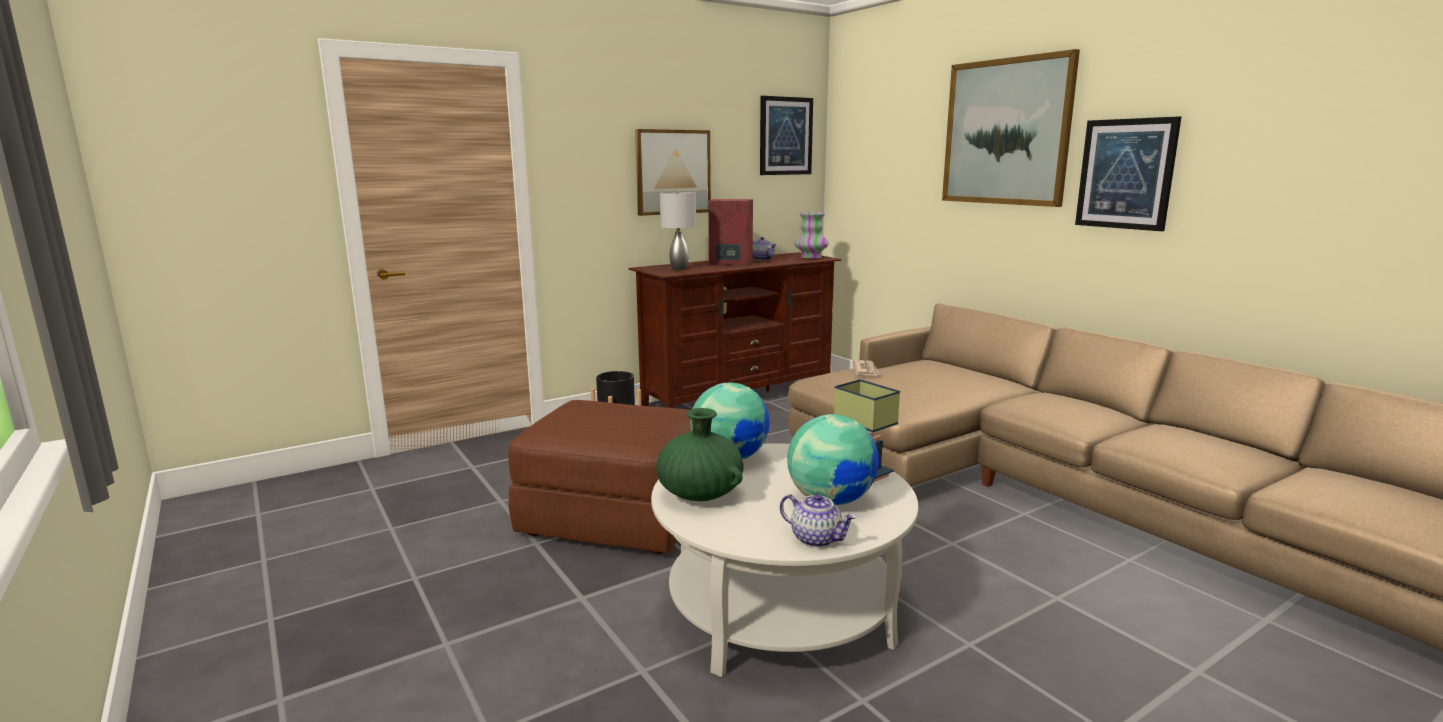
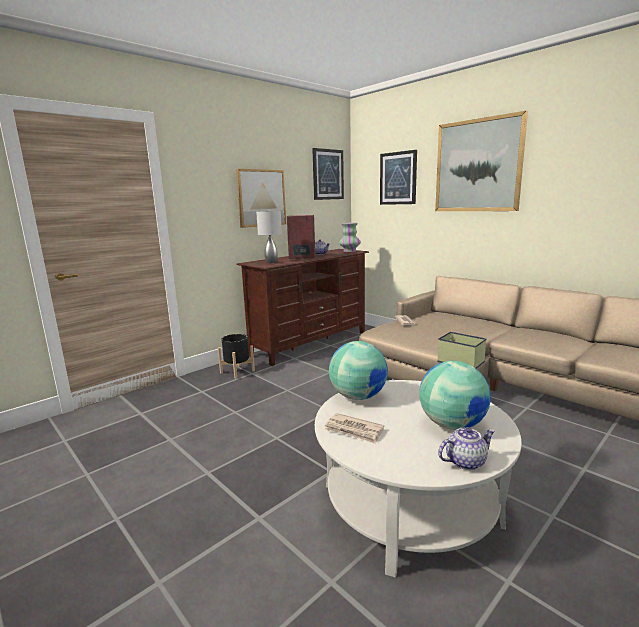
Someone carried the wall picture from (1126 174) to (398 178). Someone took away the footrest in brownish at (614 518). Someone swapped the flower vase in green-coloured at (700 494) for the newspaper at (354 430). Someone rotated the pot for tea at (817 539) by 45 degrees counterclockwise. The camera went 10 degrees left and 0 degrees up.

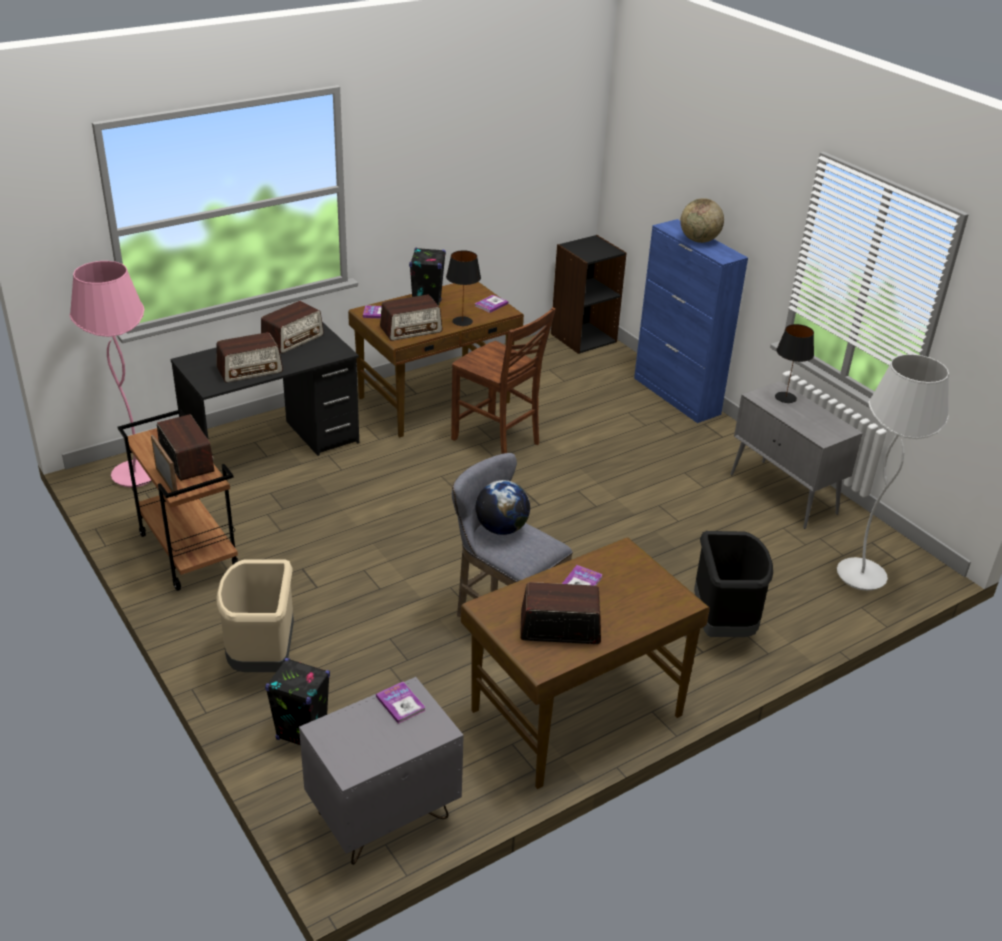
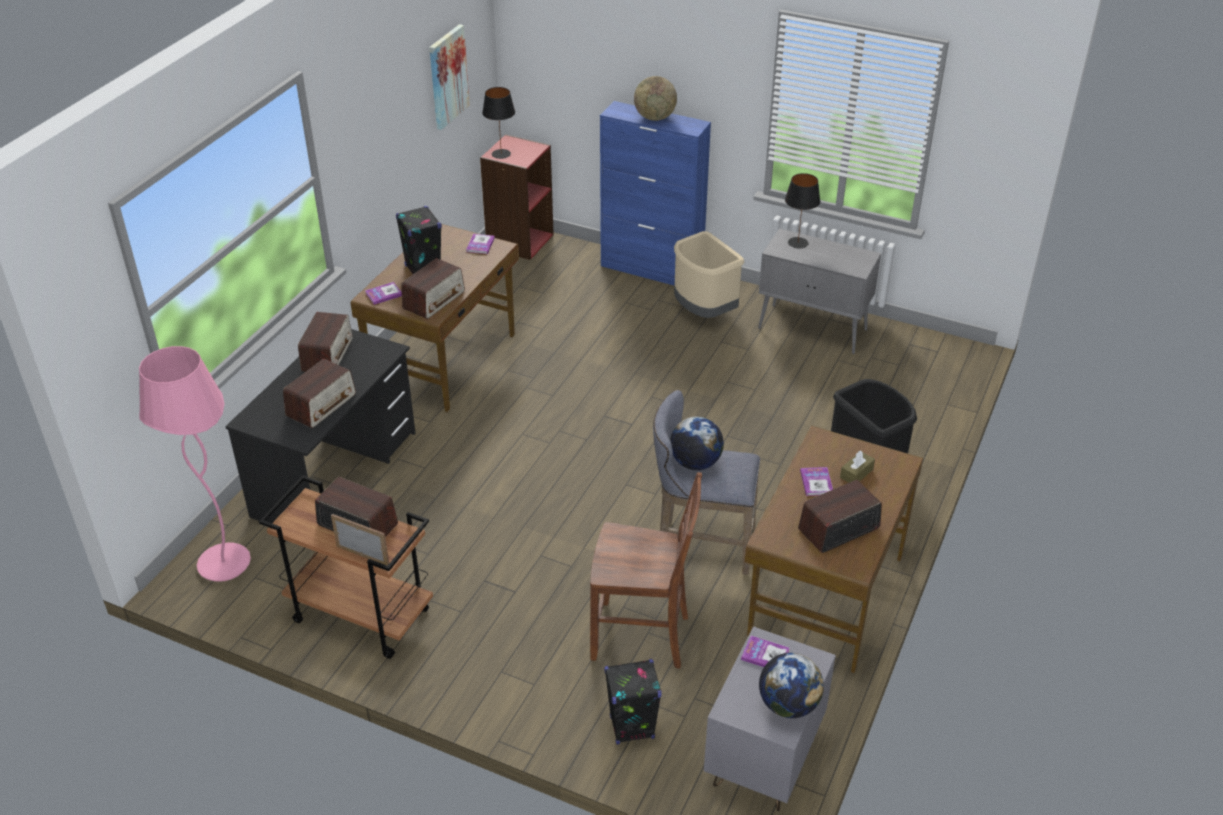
Someone repainted the shelving unit in black-coloured at (583 337), which became the shelving unit in reddish at (519 241). Someone carried the tabletop lamp in black-coloured from (462 321) to (501 154). Someone carried the chair in brownish from (497 442) to (642 637). Someone took away the standing lamp in white at (861 576). Someone carried the rubbish bin in sand-coloured from (262 659) to (703 312). Someone put up the wall picture at (447 76). Someone put down the tissue holder in brownish at (856 473). Someone put down the desk globe at (788 705). The camera went 30 degrees left and 5 degrees up.

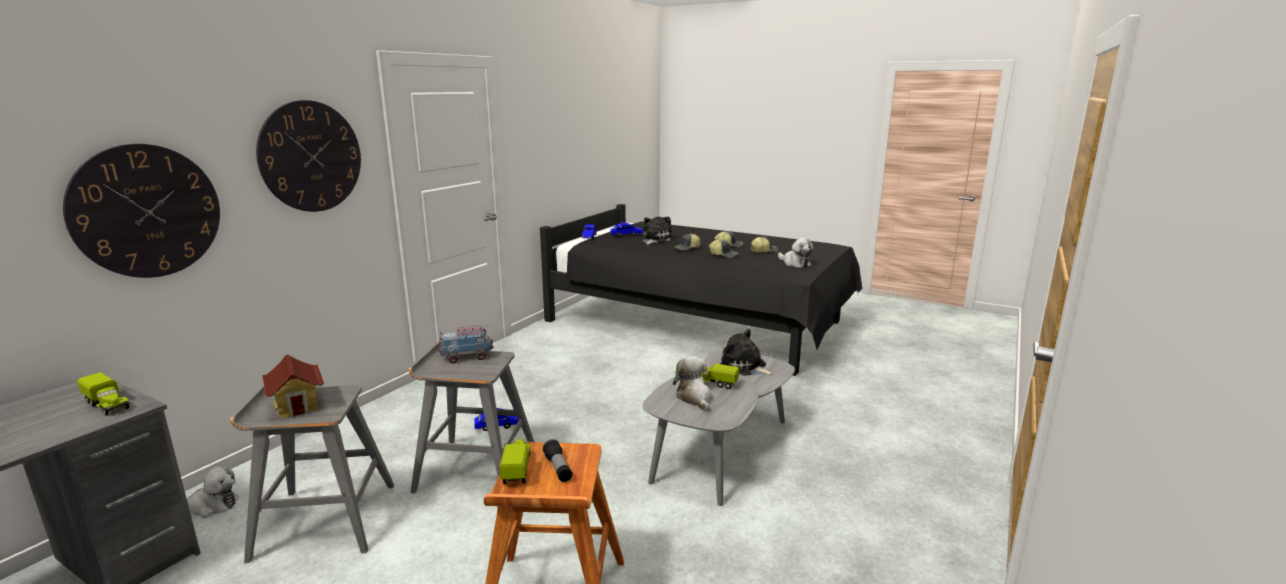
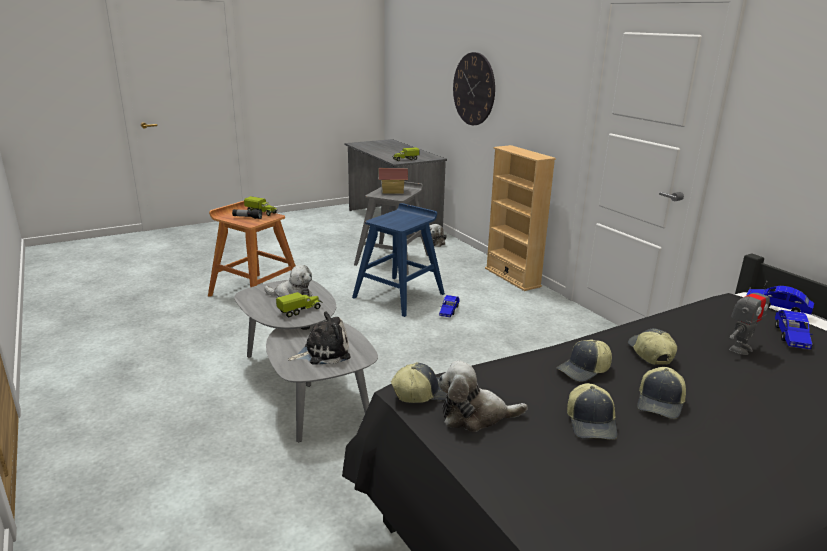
Someone took away the hanging clock at (311 156). Someone swapped the soft toy at (654 240) for the robot figure at (740 349). Someone took away the toy lorry at (467 357). Someone repainted the stool in grey at (475 467), which became the stool in bluish at (399 295). Someone put down the shelving unit in sand-coloured at (512 277). Someone put down the cap at (422 392). The camera went 120 degrees right and 5 degrees up.

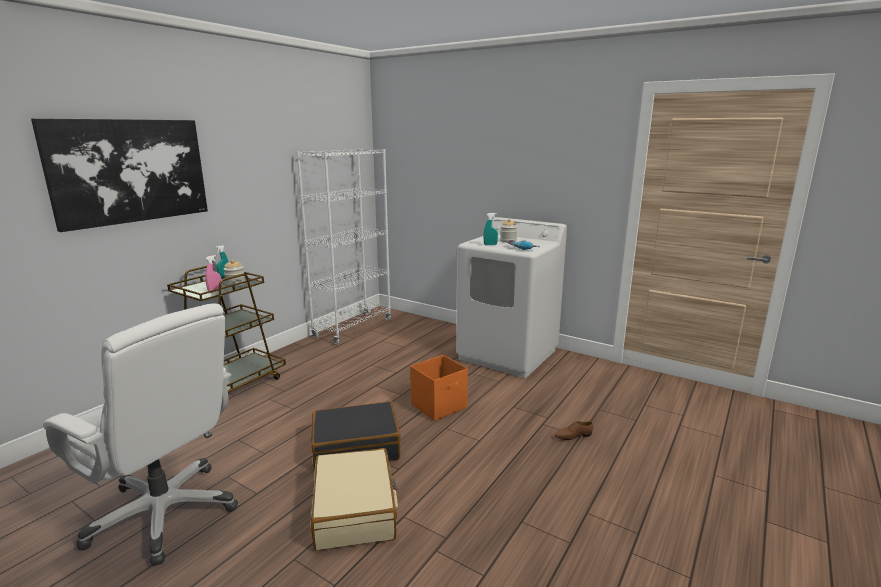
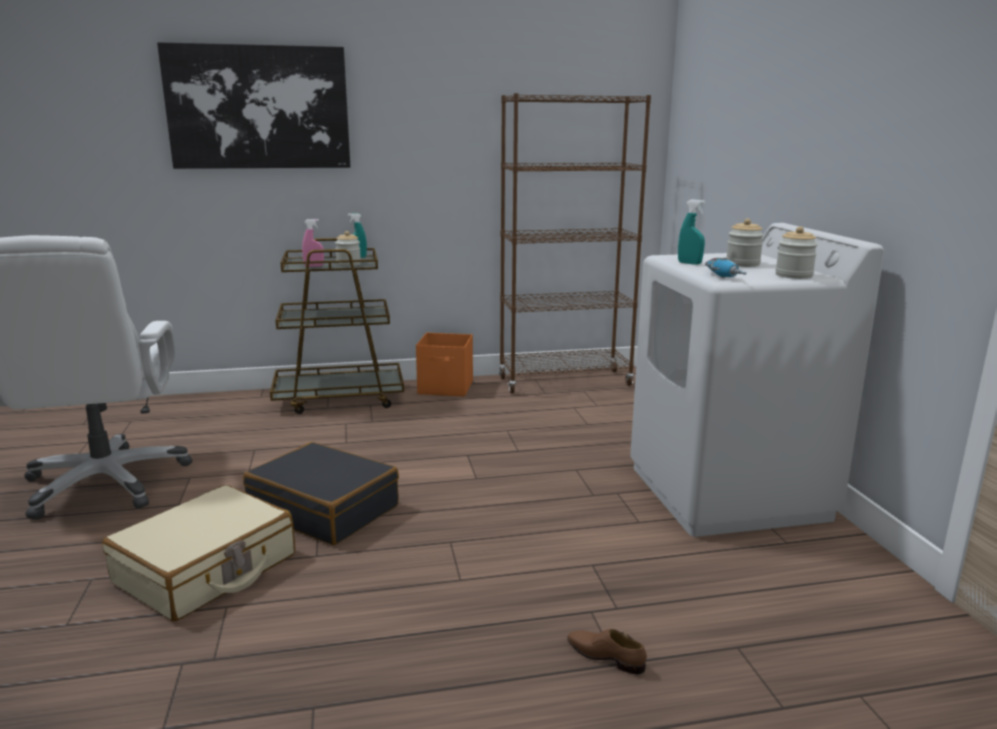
Someone repainted the shelving unit in white at (353 328), which became the shelving unit in brownish at (565 382). Someone carried the storage box in orangey from (439 406) to (446 388). Someone put down the jar at (793 275). The camera went 45 degrees right and 0 degrees up.

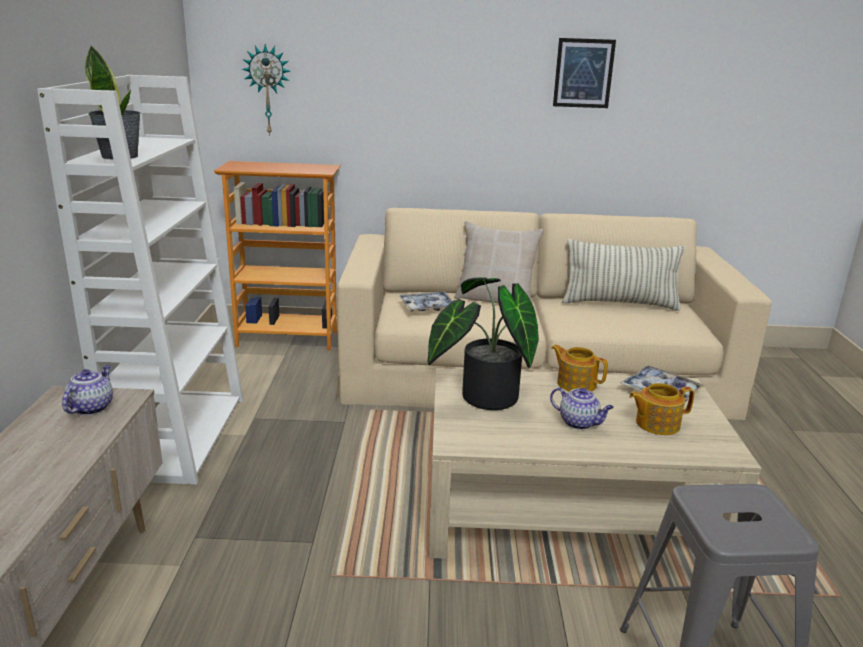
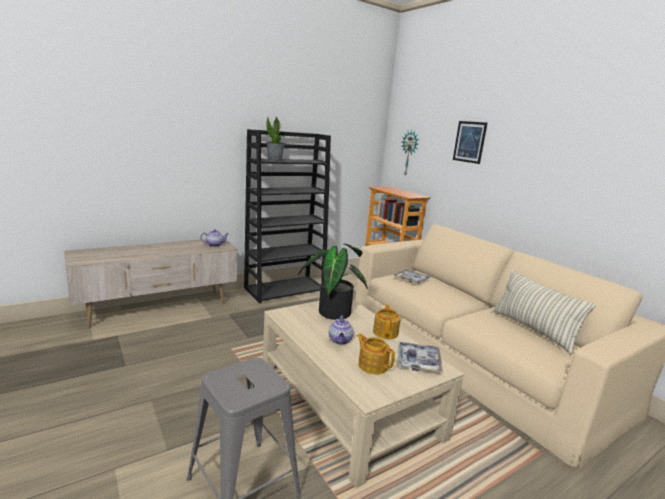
Someone carried the wall picture from (583 73) to (469 142). Someone repainted the shelving unit in white at (179 435), which became the shelving unit in black-coloured at (285 289). Someone took away the pillow in sand-coloured at (495 299). The camera went 55 degrees right and 5 degrees down.

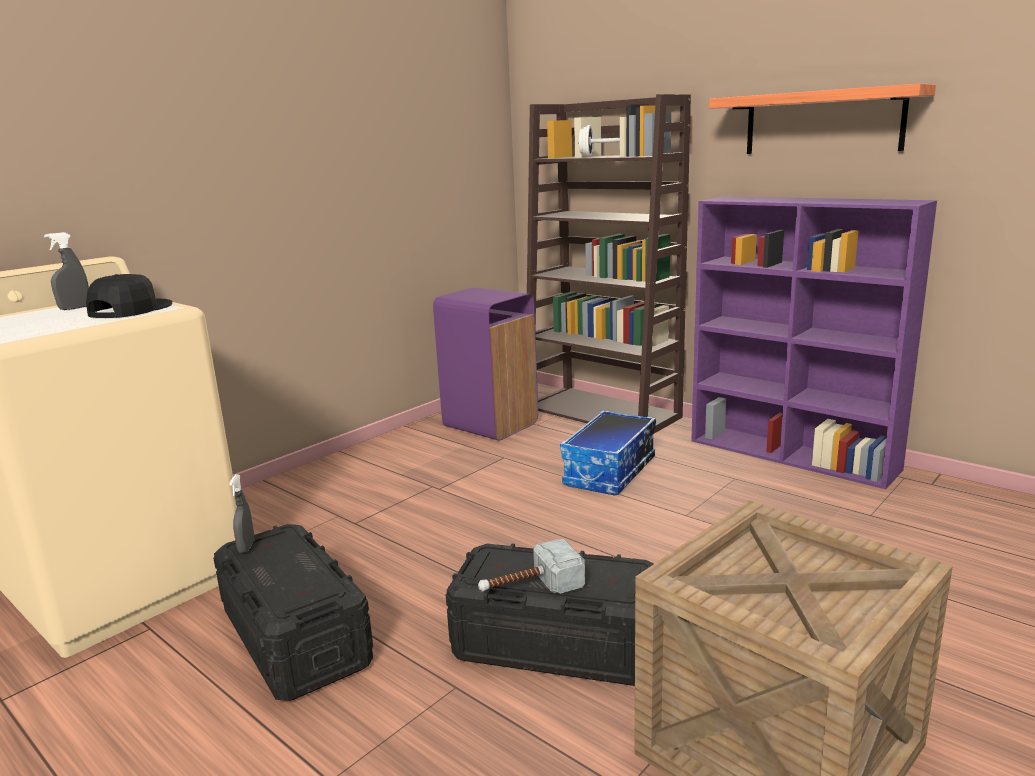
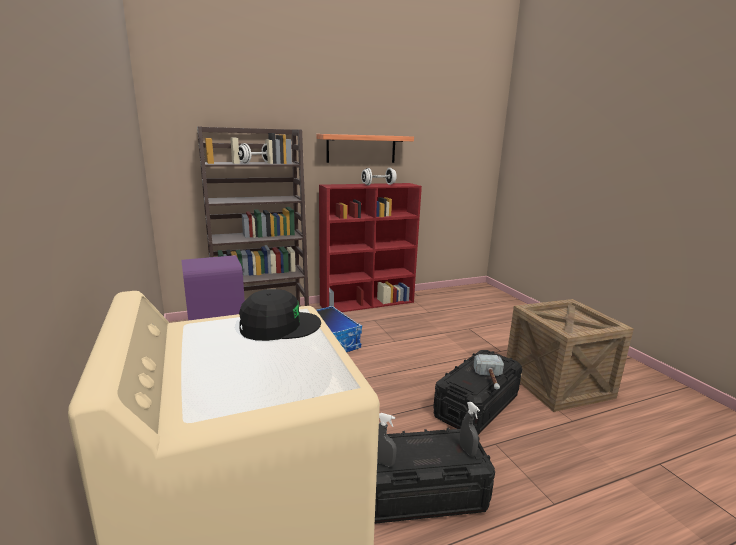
Someone repainted the shelving unit in purple-coloured at (793 455), which became the shelving unit in reddish at (368 303). Someone carried the sprayer in grey from (75 308) to (467 450). Someone rotated the cap in black-coloured at (130 310) by 120 degrees clockwise. Someone put down the hand weight in white at (378 184). The camera went 65 degrees left and 0 degrees up.

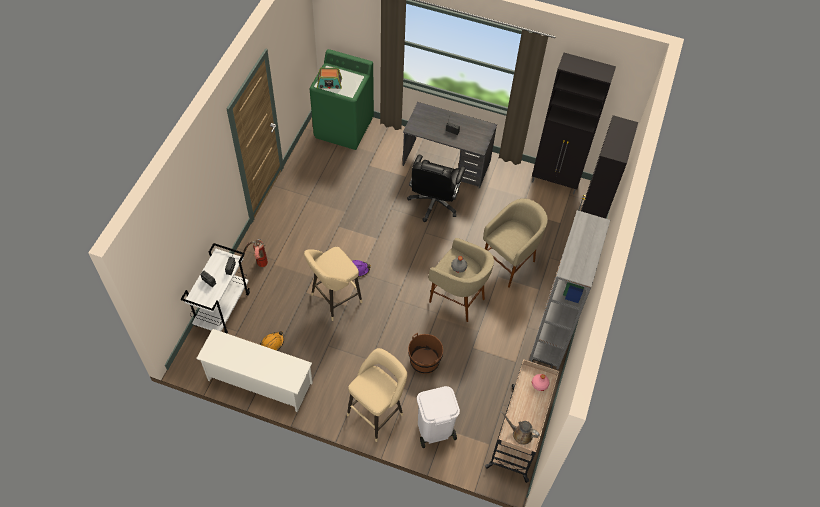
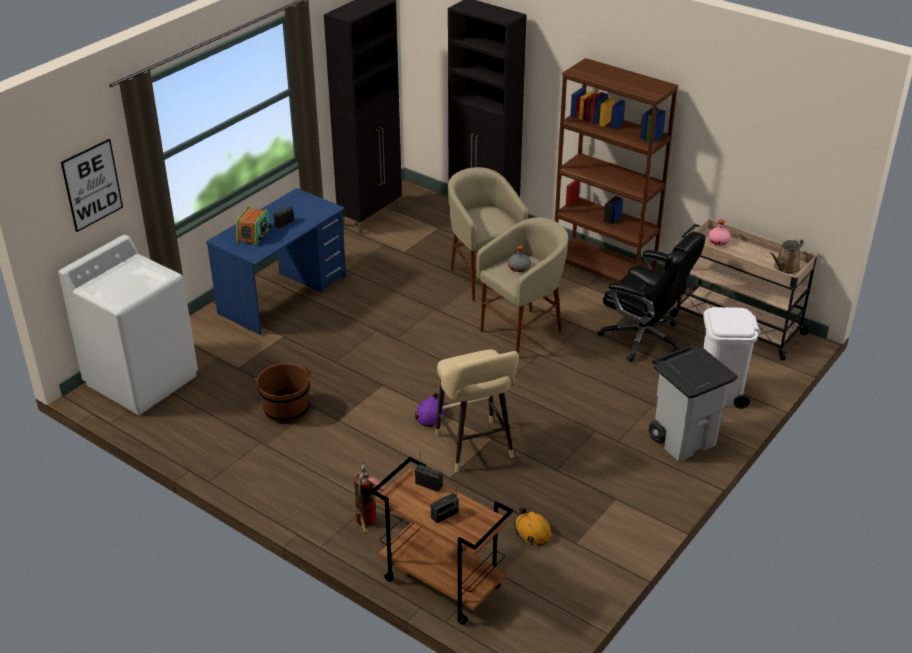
Someone repainted the laundry appliance in green-coloured at (344 128), which became the laundry appliance in white at (142 379). Someone carried the radio set from (329 83) to (254 234). Someone repainted the desk in grey at (446 163), which became the desk in bluish at (283 295). Someone carried the office chair in black-coloured from (434 203) to (644 338). Someone repainted the shelving unit in grey at (552 334), which became the shelving unit in brownish at (603 270). Someone repainted the trolley in white at (223 308), which became the trolley in brownish at (440 583). Someone took away the shoe stand in white at (259 381). Someone carried the bucket in brownish from (424 361) to (286 410). Someone swapped the stool in sand-coloured at (377 412) for the rubbish bin in grey at (683 439). Someone put up the wall picture at (92 185). The camera went 70 degrees left and 20 degrees down.

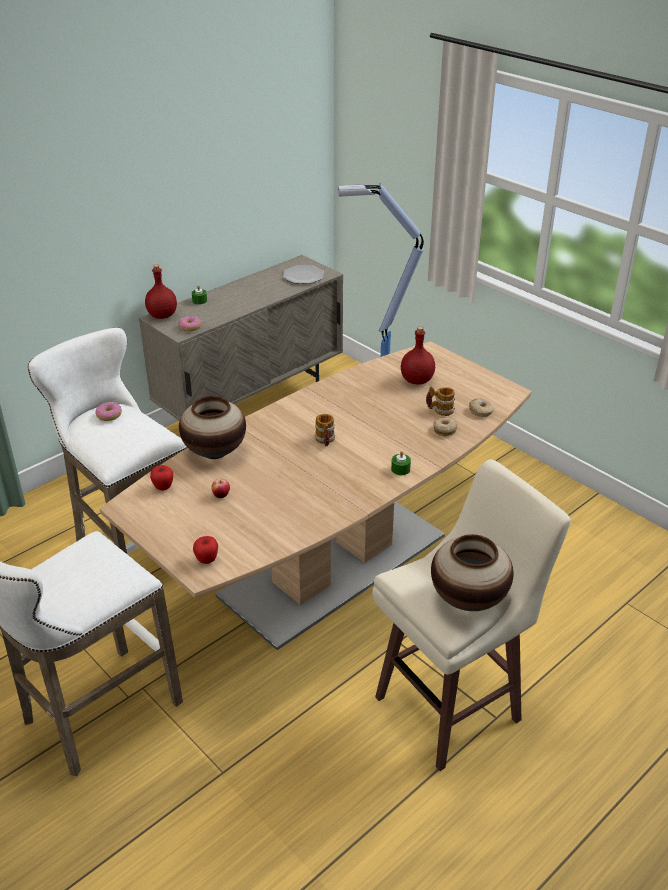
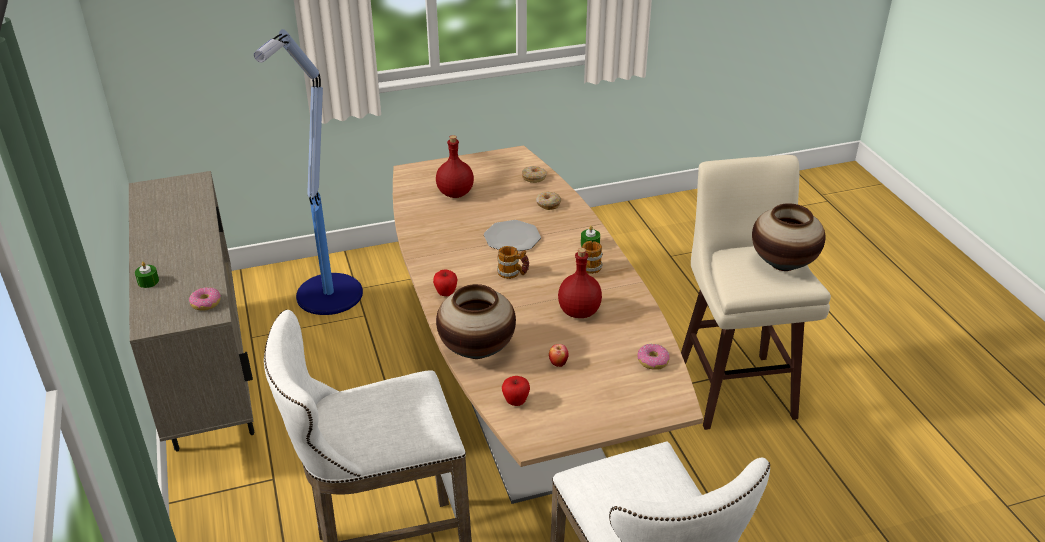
Someone carried the bottle in reddish from (162 315) to (578 312). Someone carried the plate from (303 276) to (512 238). Someone carried the mug from (439 410) to (588 270). Someone carried the ring doughnut from (109 415) to (652 361). Someone carried the apple from (207 560) to (446 293). The camera went 65 degrees left and 0 degrees up.

